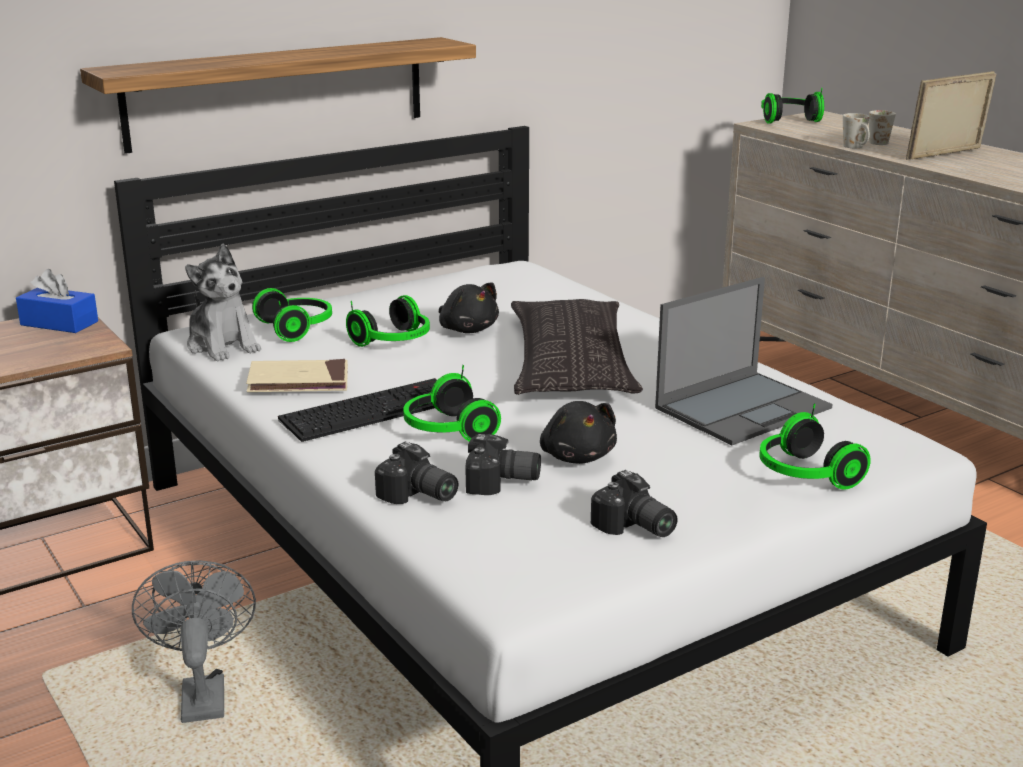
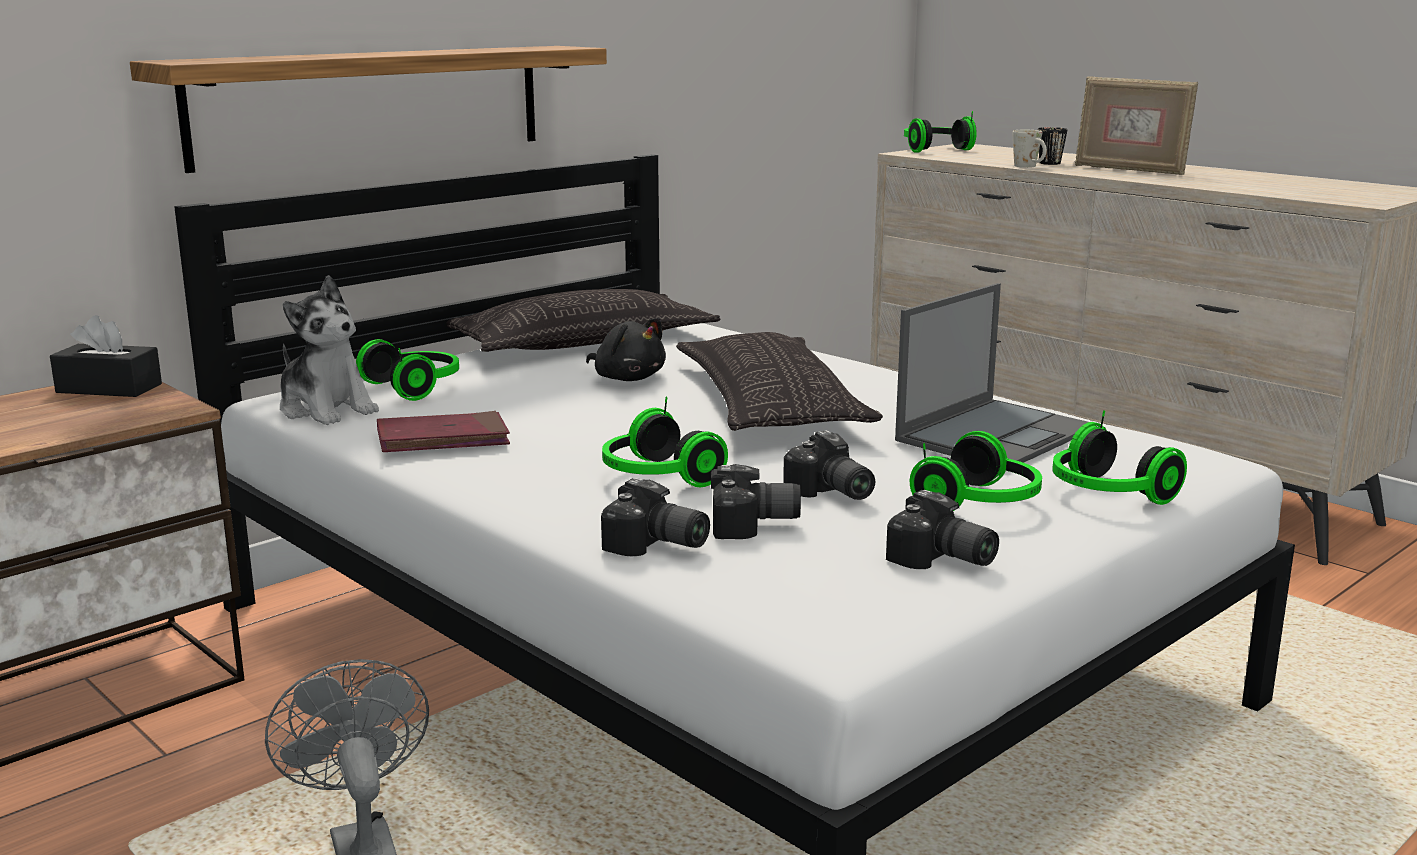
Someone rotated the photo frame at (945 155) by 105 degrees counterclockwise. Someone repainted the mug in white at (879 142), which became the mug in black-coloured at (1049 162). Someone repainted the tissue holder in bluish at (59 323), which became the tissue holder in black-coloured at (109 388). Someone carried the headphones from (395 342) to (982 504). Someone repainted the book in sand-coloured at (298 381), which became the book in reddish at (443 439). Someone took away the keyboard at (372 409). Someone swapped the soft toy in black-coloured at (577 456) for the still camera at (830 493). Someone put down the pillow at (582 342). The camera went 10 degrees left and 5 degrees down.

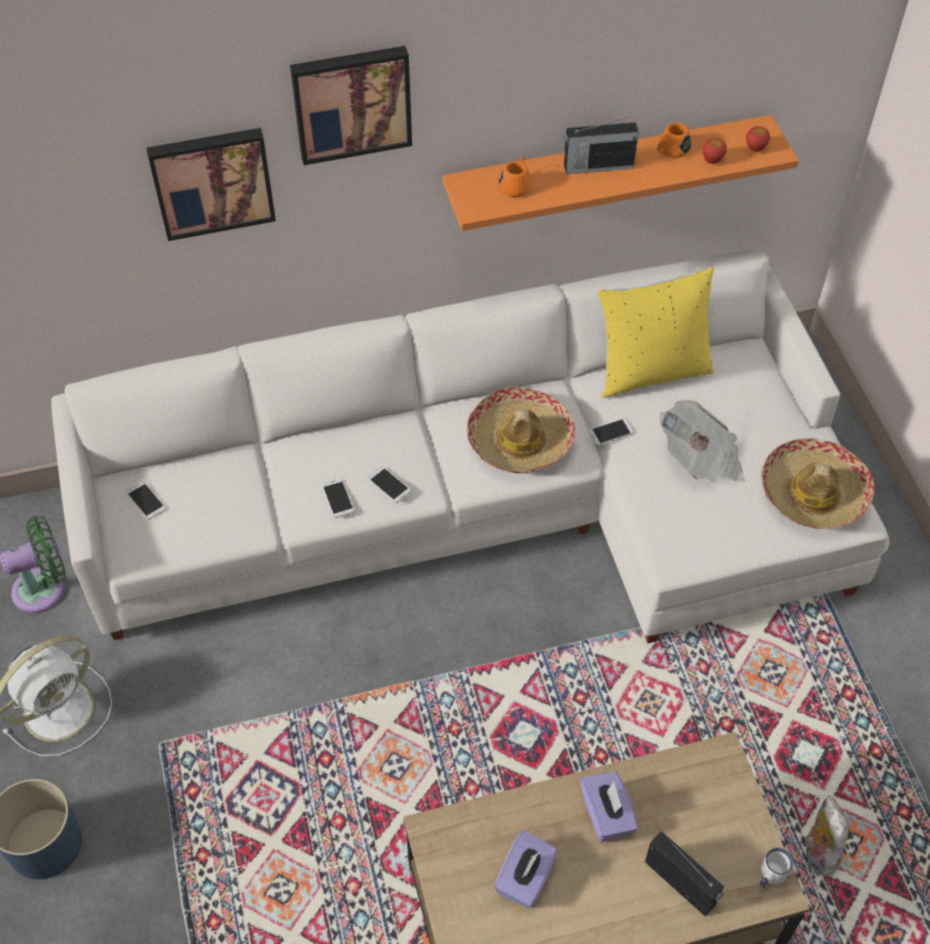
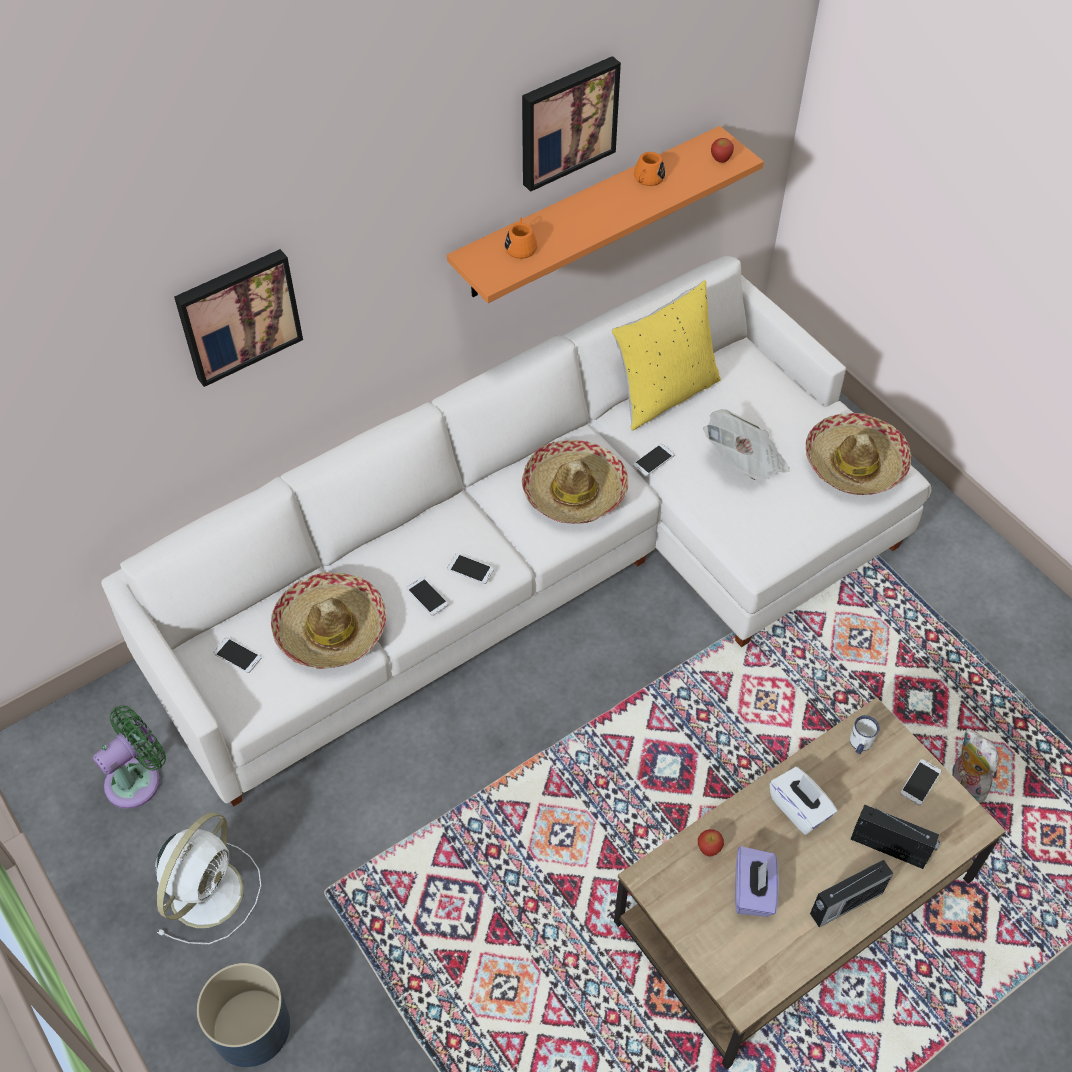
Someone carried the wall picture from (351 102) to (566 121). Someone carried the radio set from (597 166) to (844 904). Someone carried the apple from (712 159) to (709 848). Someone repainted the tissue holder in purple-coloured at (607 815), which became the tissue holder in white at (799 809). Someone carried the mug in white from (769 877) to (859 745). Someone put down the wearable hat at (330 629). Someone put down the handset at (920 782). The camera went 20 degrees left and 0 degrees up.

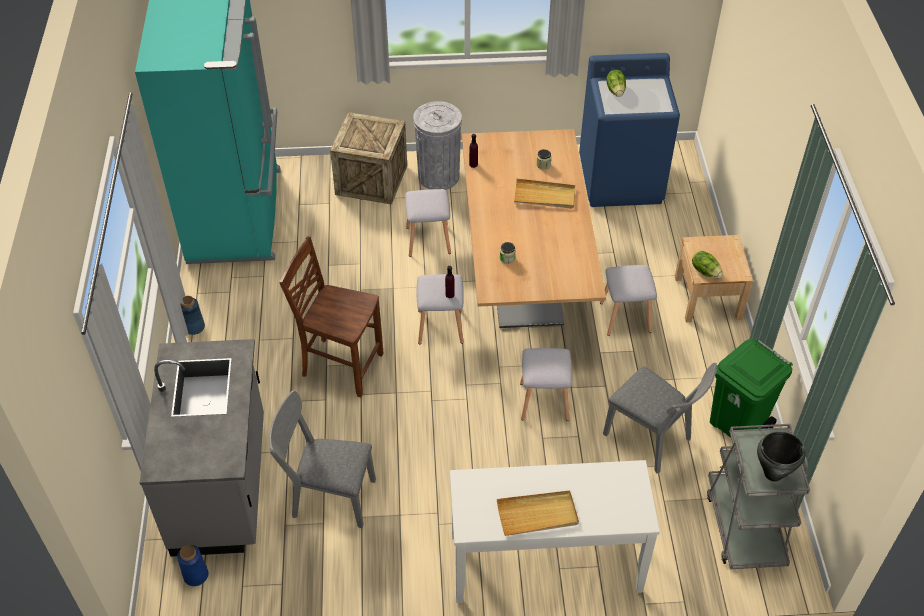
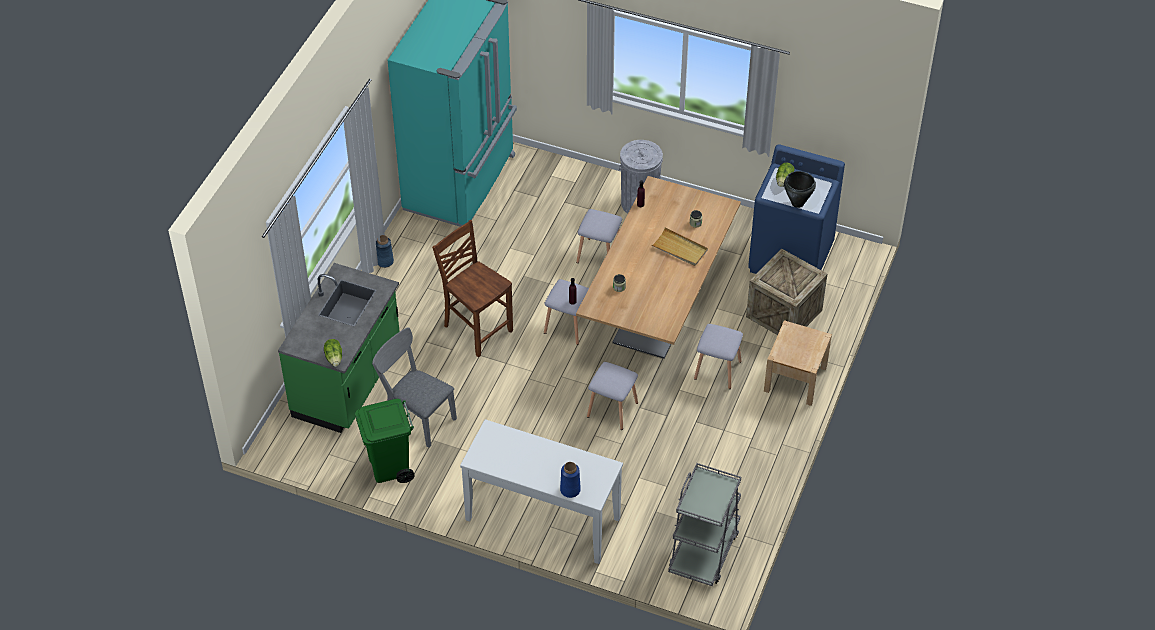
Someone carried the crate from (371 180) to (784 313). Someone carried the head of lettuce from (705 271) to (334 358). Someone carried the rubbish bin in green-coloured from (738 425) to (390 468). Someone repainted the kitchen base unit in grey at (222 485), which became the kitchen base unit in green-coloured at (348 383). Someone took away the chair in grey at (652 440). Someone carried the cooking pot in black-coloured from (773 474) to (797 203). Someone took away the tray in sand-coloured at (537 515). Someone carried the flower vase in bluish from (195 575) to (570 490). The camera went 25 degrees right and 0 degrees up.

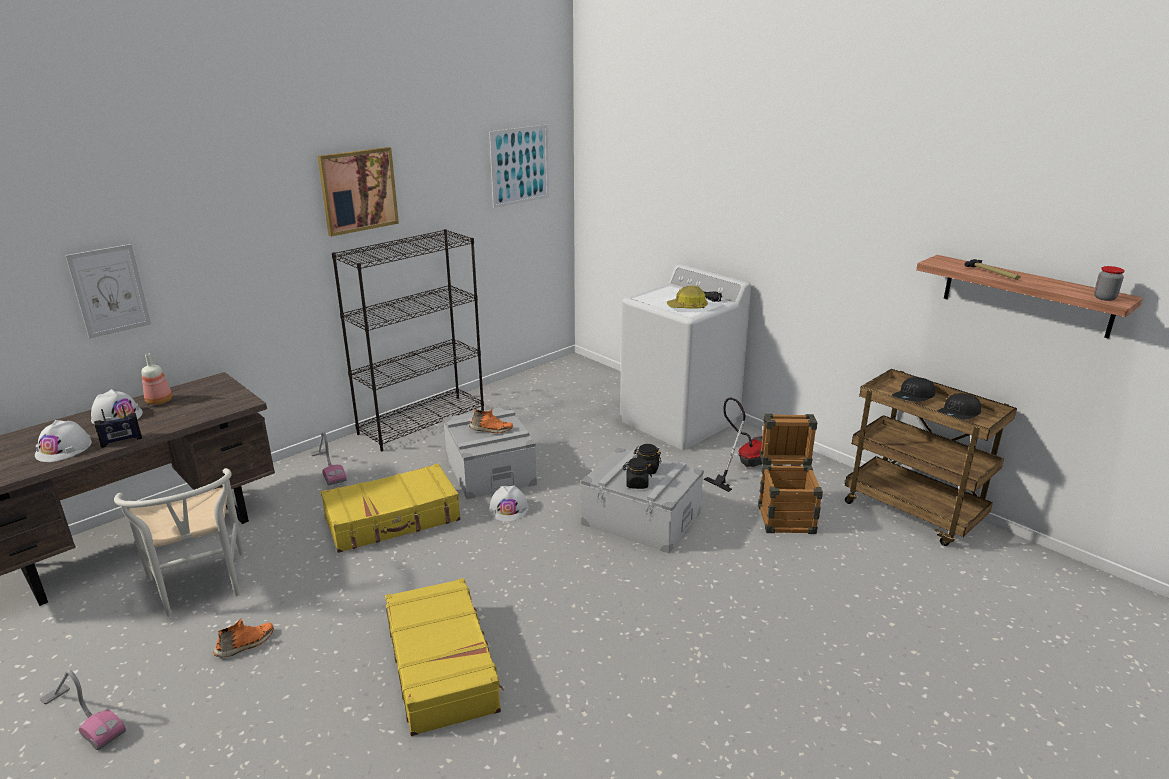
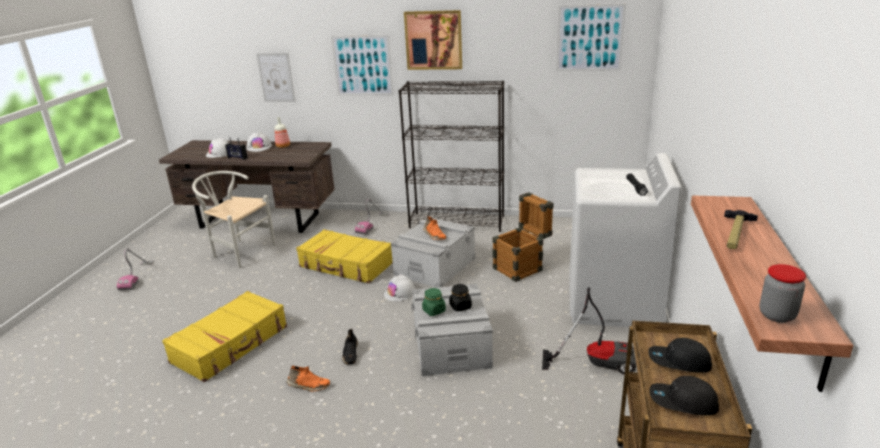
Someone took away the work helmet at (687 307). Someone carried the crate from (785 514) to (522 267). Someone repainted the jar in black-coloured at (636 484), which became the jar in green-coloured at (434 310). Someone rotated the chair in white at (200 589) by 90 degrees clockwise. Someone carried the low shoe in orangey from (246 645) to (308 386). Someone put up the wall picture at (362 65). Someone put down the low shoe in black-coloured at (350 354). The camera went 55 degrees right and 0 degrees up.

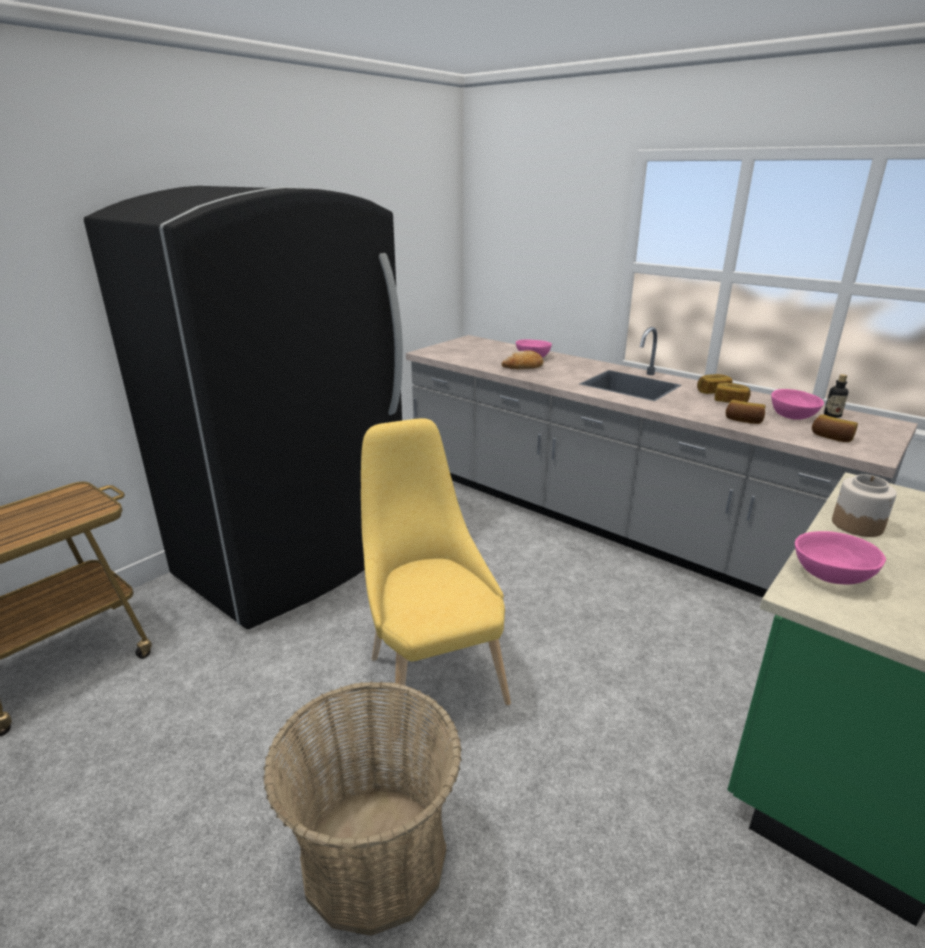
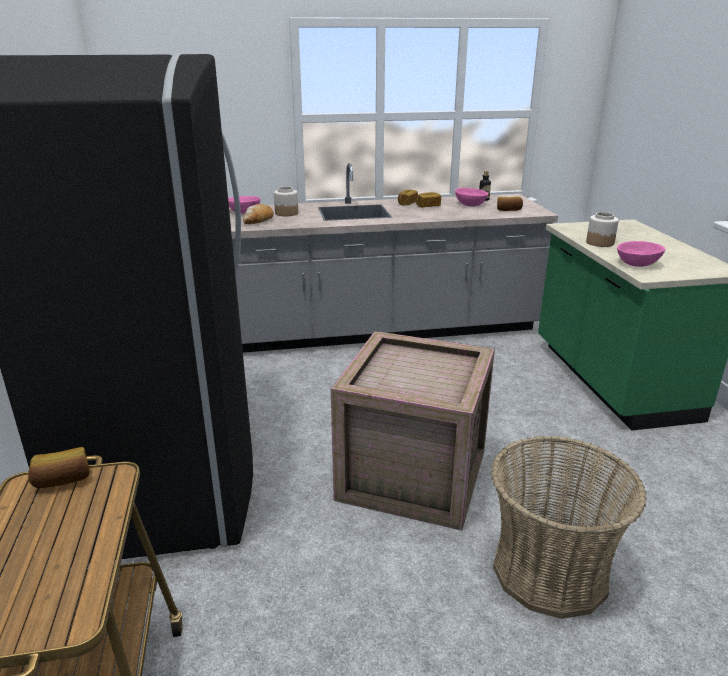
Someone carried the bakery bread from (743 420) to (62 480). Someone swapped the chair in yellow at (432 674) for the crate at (411 473). Someone put down the jar at (286 213). The camera went 50 degrees left and 0 degrees up.

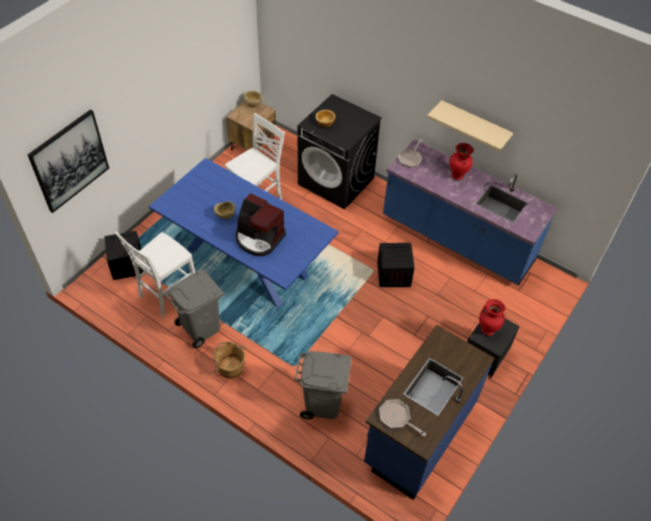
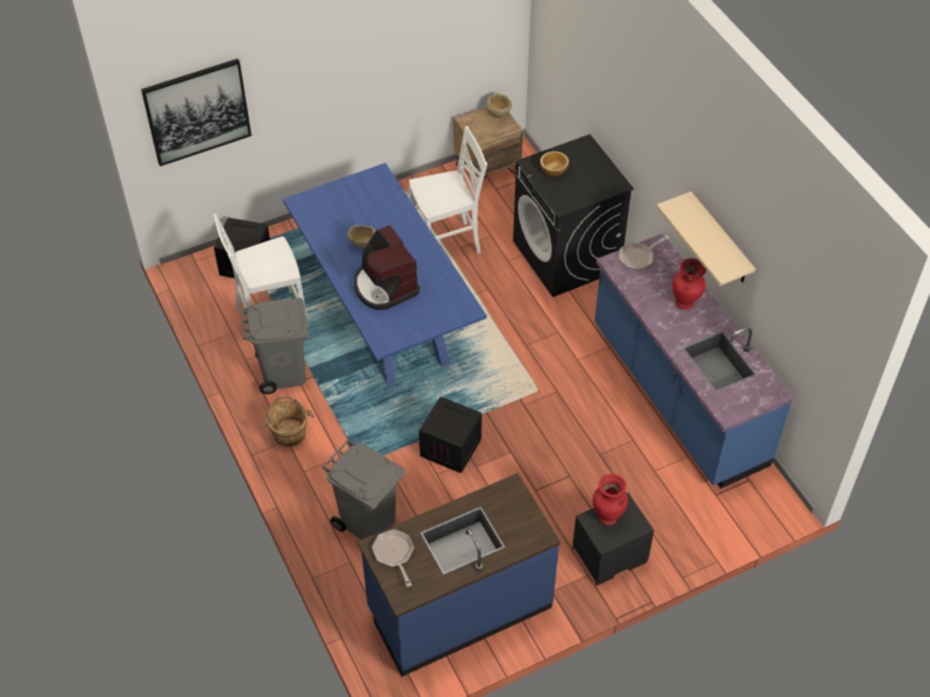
Someone carried the crate from (393 275) to (450 448). The camera went 30 degrees right and 0 degrees up.

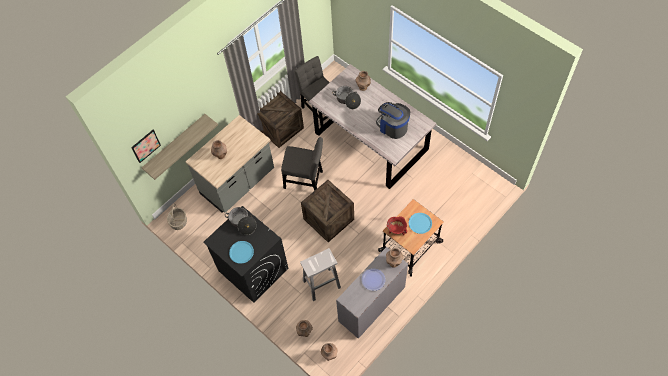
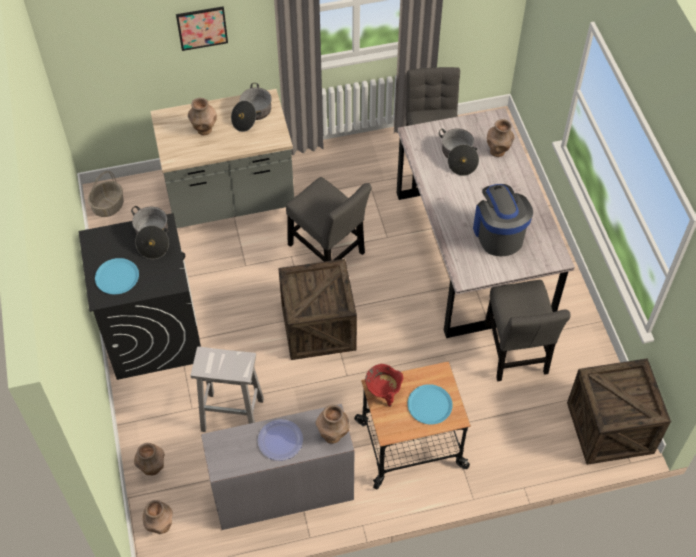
Someone carried the crate from (280 128) to (610 427). Someone took away the bracket shelf at (175 144). Someone carried the wall picture from (145 146) to (202 28). Someone put down the cooking pot at (252 115). Someone put down the chair in grey at (515 353). The camera went 30 degrees right and 5 degrees down.

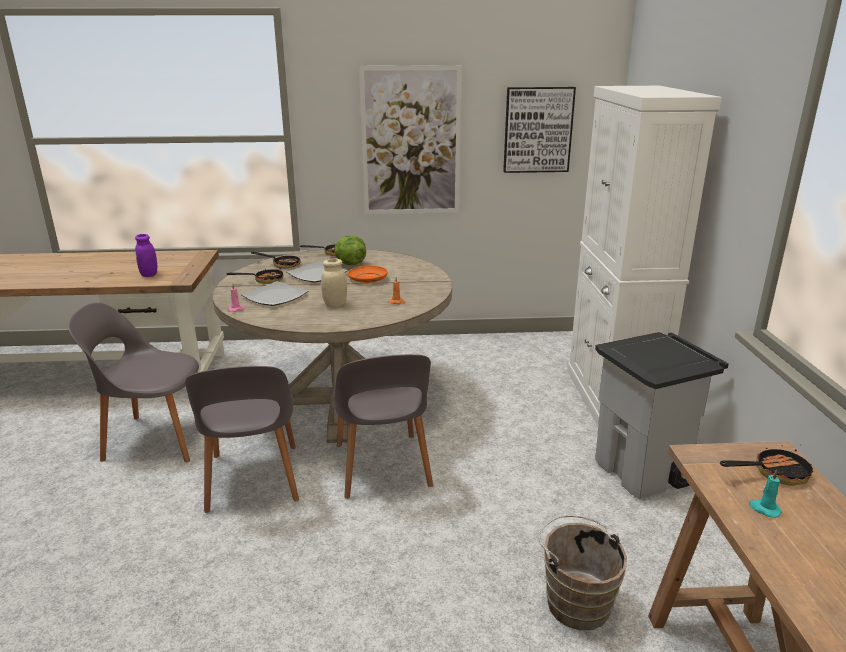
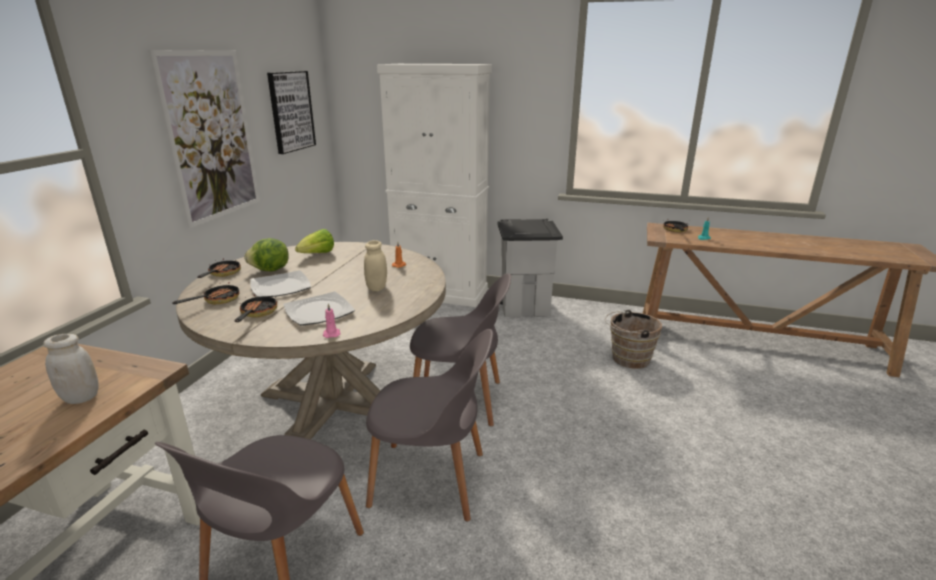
Someone repainted the jar in purple-coloured at (149 275), which became the jar in white at (81 397). Someone took away the plate in orangey at (368 279). Someone put down the head of lettuce at (317 254). The camera went 70 degrees left and 0 degrees up.

